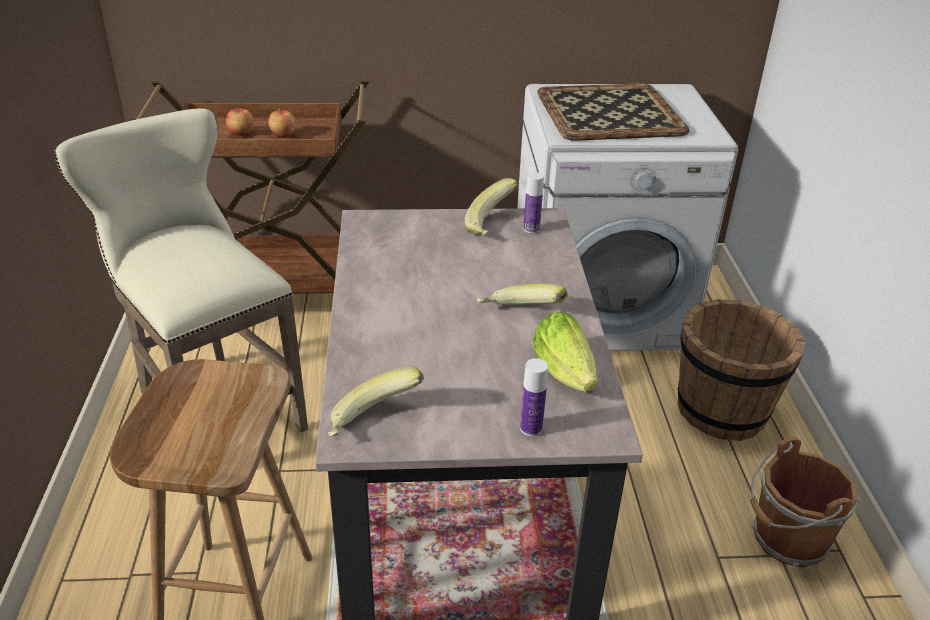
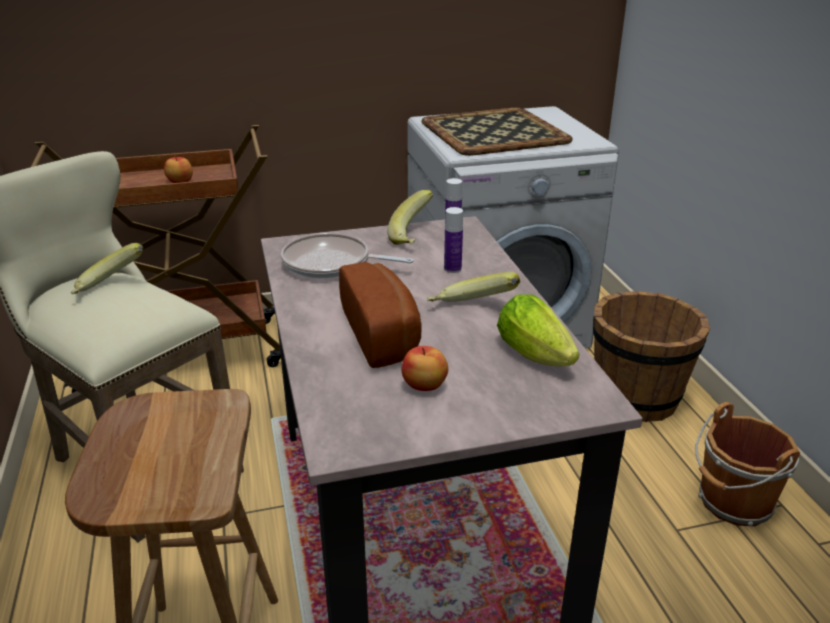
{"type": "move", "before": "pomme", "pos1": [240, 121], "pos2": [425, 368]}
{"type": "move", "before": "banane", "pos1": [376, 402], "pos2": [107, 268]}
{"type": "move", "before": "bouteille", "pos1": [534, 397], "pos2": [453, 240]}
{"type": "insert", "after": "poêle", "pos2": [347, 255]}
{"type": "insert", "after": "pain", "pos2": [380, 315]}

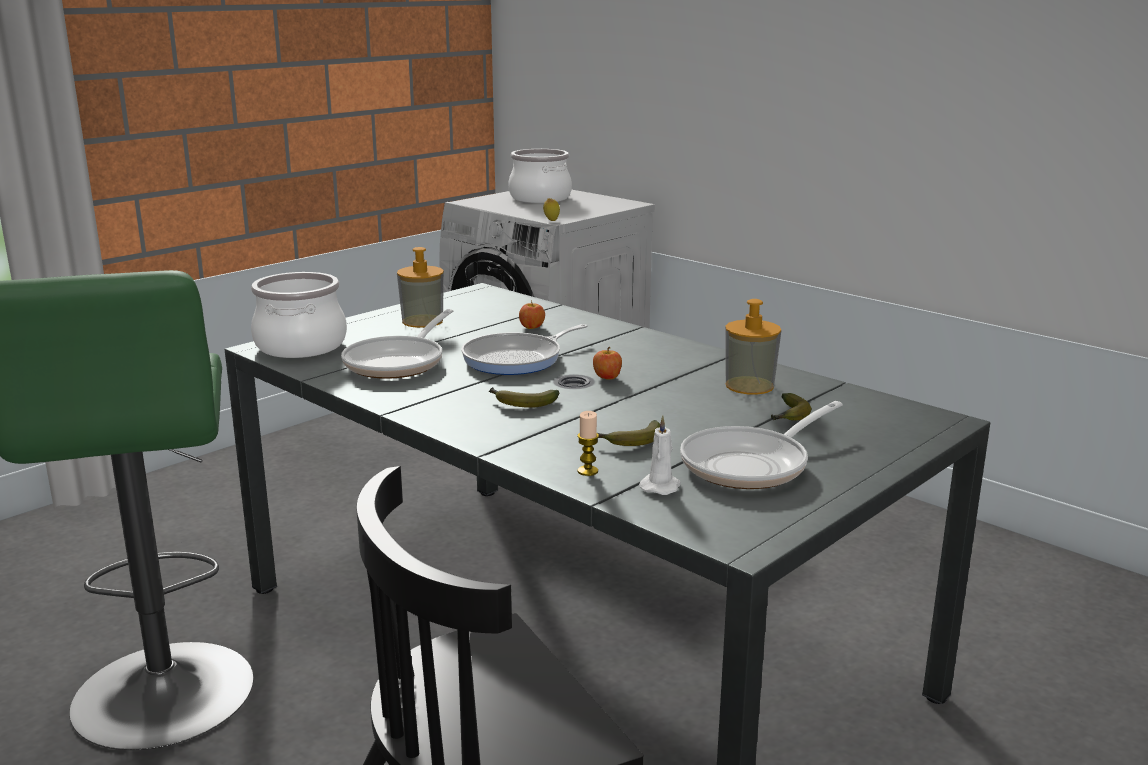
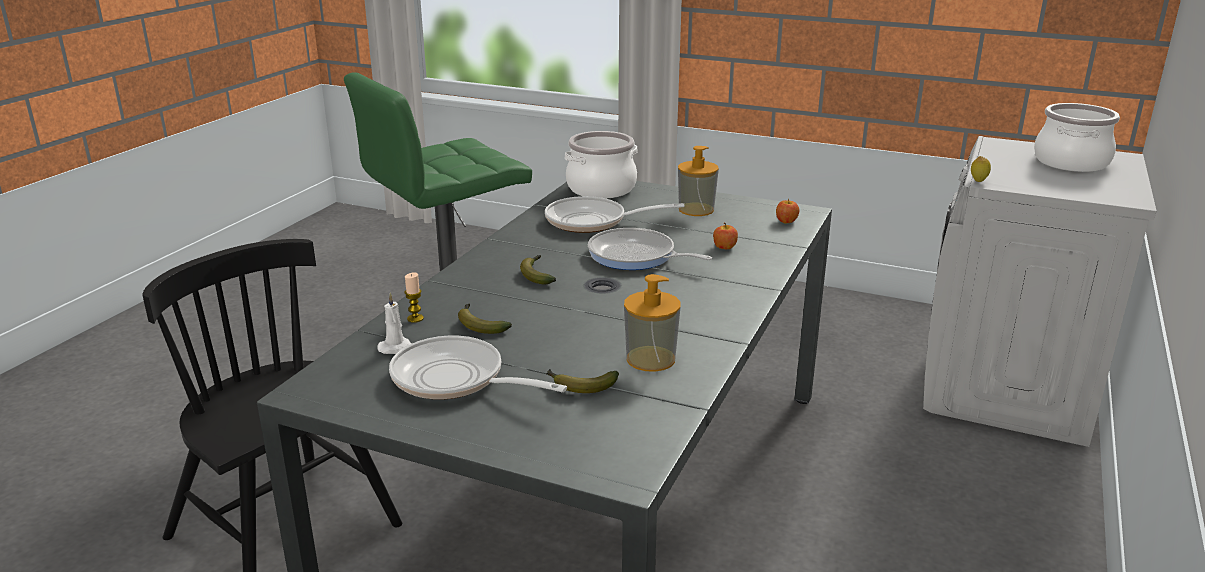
{"type": "move", "before": "pomme", "pos1": [607, 363], "pos2": [787, 210]}

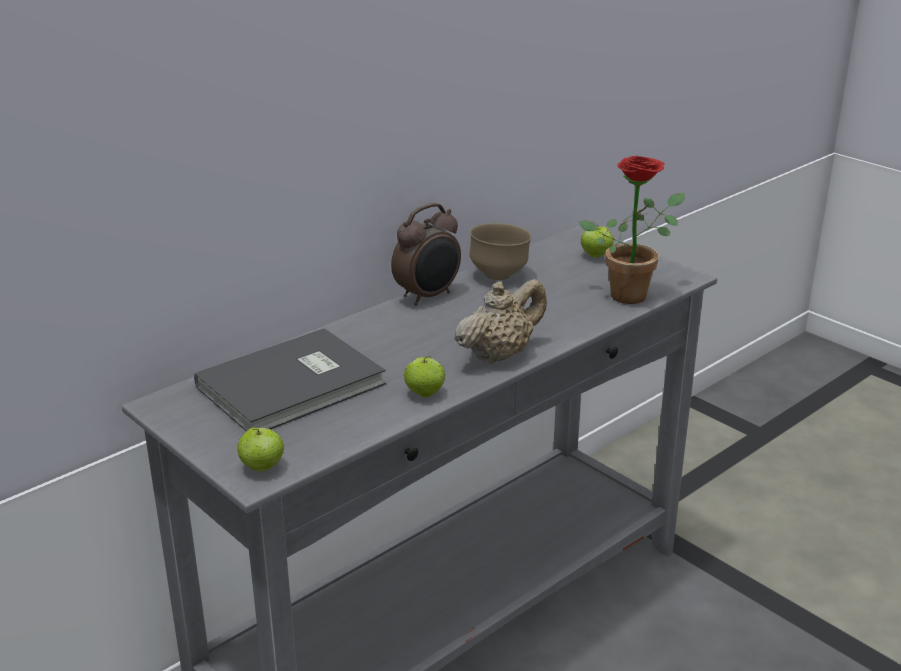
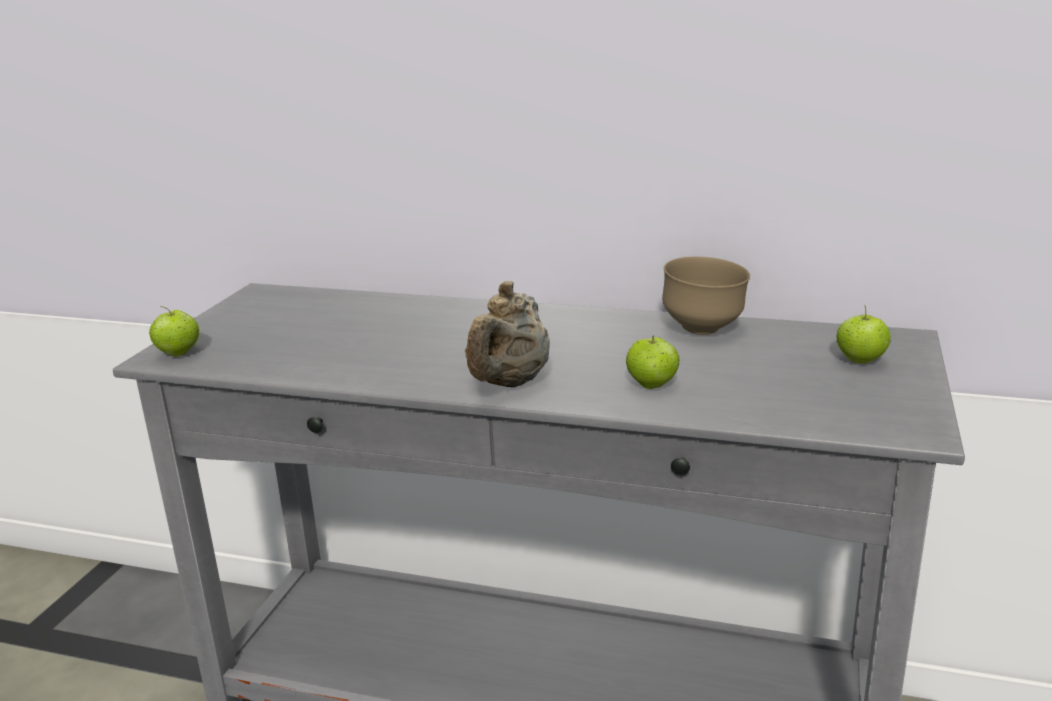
{"type": "delete", "before": "livre [gris]", "pos1": [290, 379]}
{"type": "delete", "before": "réveil", "pos1": [426, 254]}
{"type": "move", "before": "pomme", "pos1": [424, 376], "pos2": [653, 362]}
{"type": "rotate", "before": "théière [beige]", "pos1": [501, 321], "pos2": [507, 334], "turn": 90}
{"type": "delete", "before": "plante en pot", "pos1": [632, 230]}

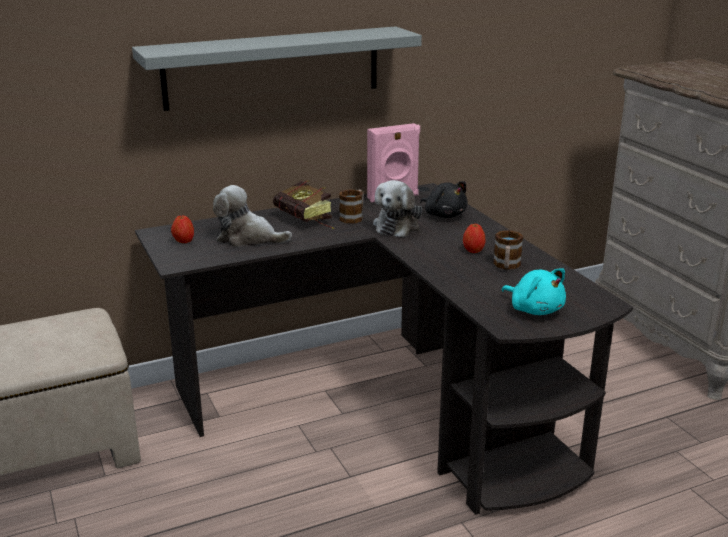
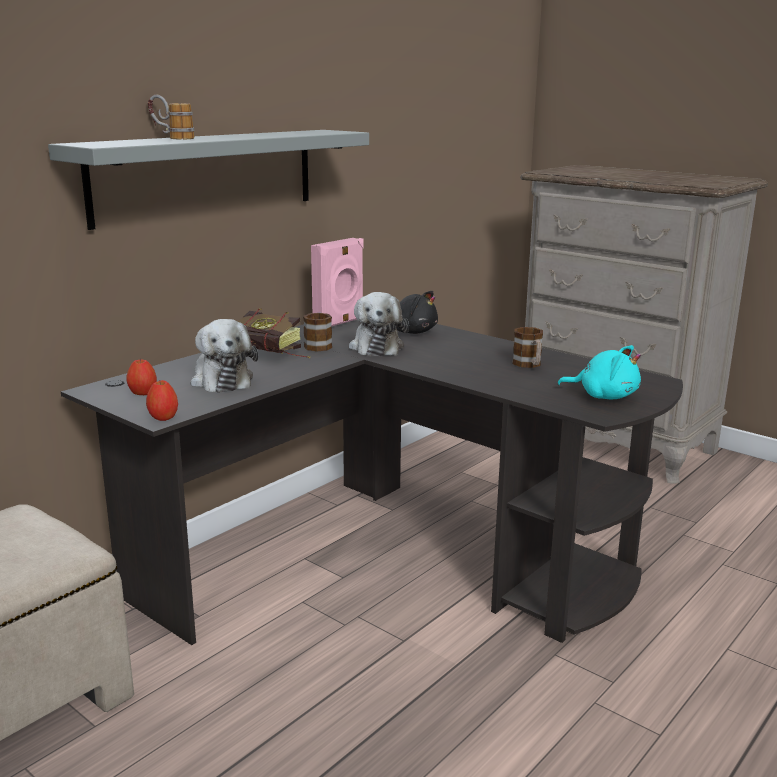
{"type": "rotate", "before": "peluche", "pos1": [252, 216], "pos2": [224, 356], "turn": -105}
{"type": "move", "before": "pomme", "pos1": [474, 238], "pos2": [162, 400]}
{"type": "insert", "after": "mug", "pos2": [171, 117]}

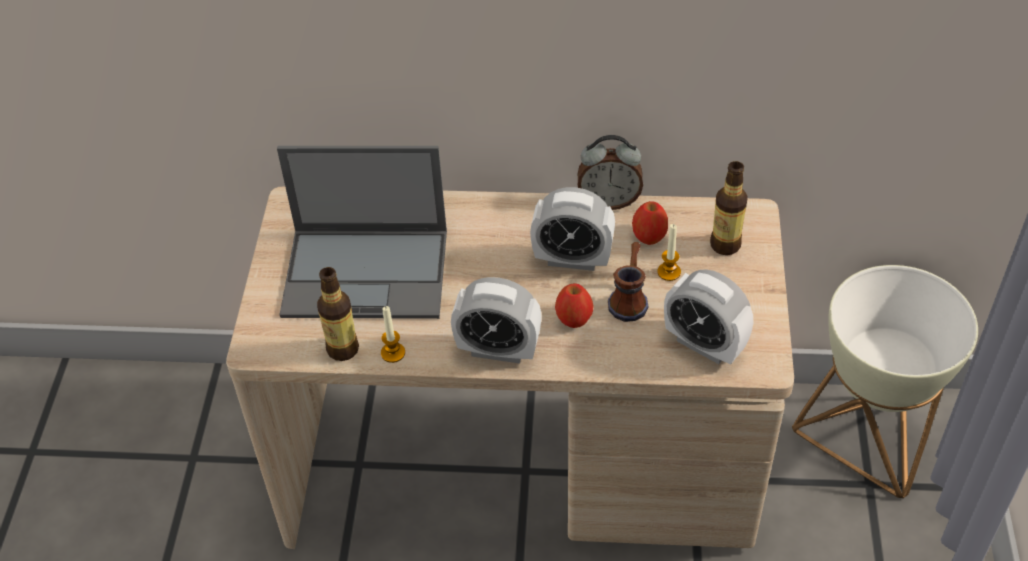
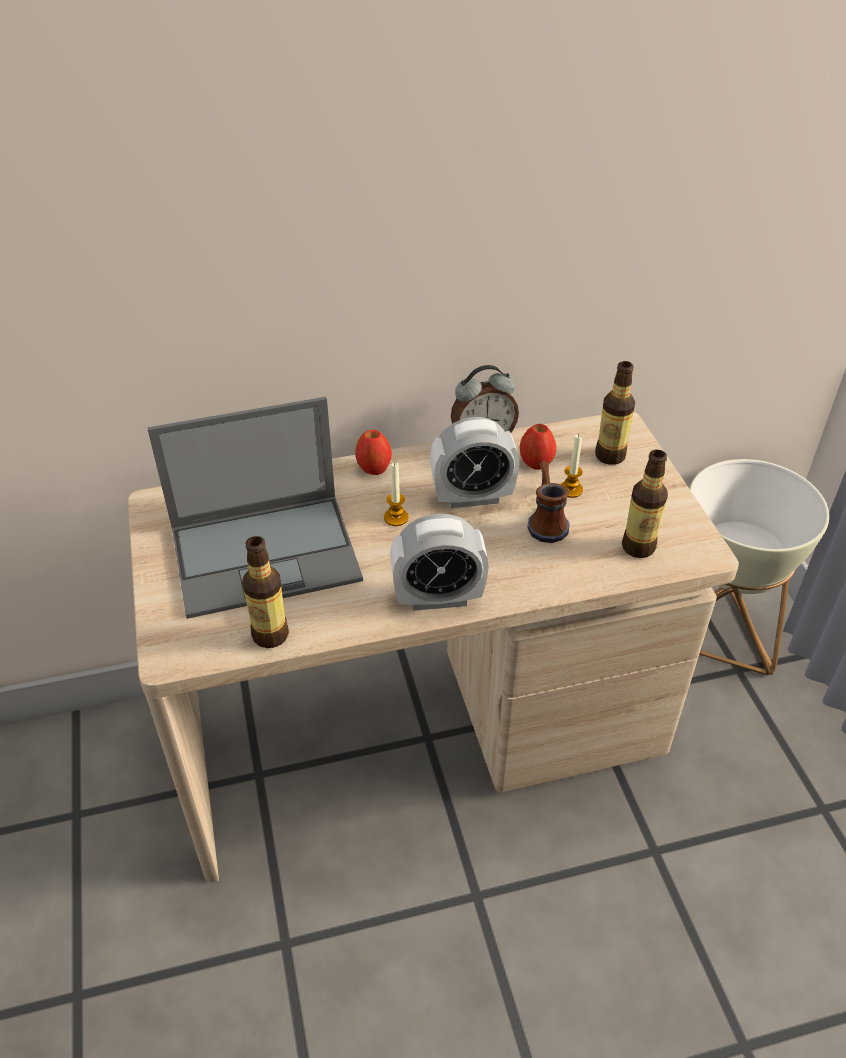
{"type": "move", "before": "bougie", "pos1": [393, 334], "pos2": [396, 494]}
{"type": "move", "before": "pomme", "pos1": [574, 305], "pos2": [373, 452]}
{"type": "replace", "before": "réveil", "after": "bouteille", "pos1": [708, 316], "pos2": [645, 504]}

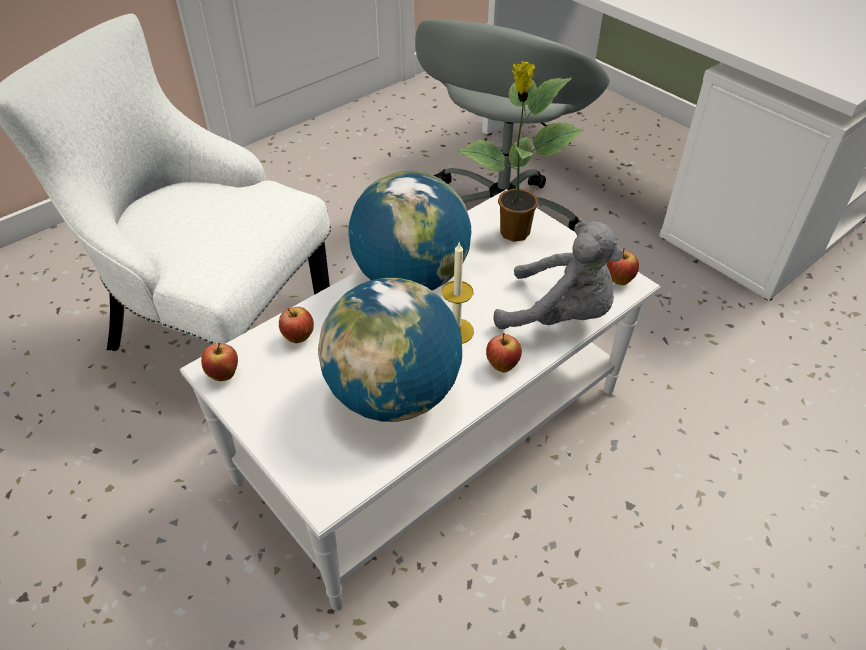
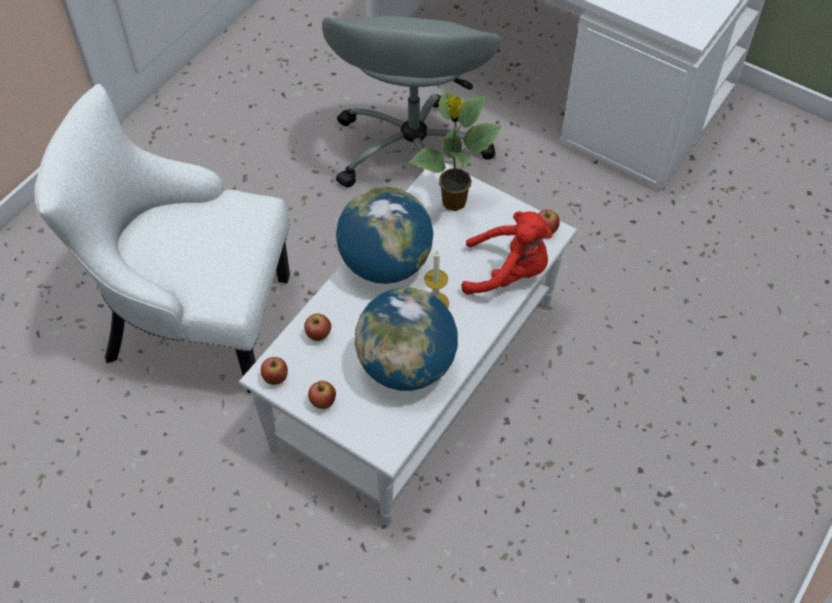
{"type": "move", "before": "pomme", "pos1": [504, 352], "pos2": [322, 395]}
{"type": "recolor", "before": "peluche [gris]", "after": "peluche [rouge]", "pos1": [559, 275], "pos2": [507, 253]}

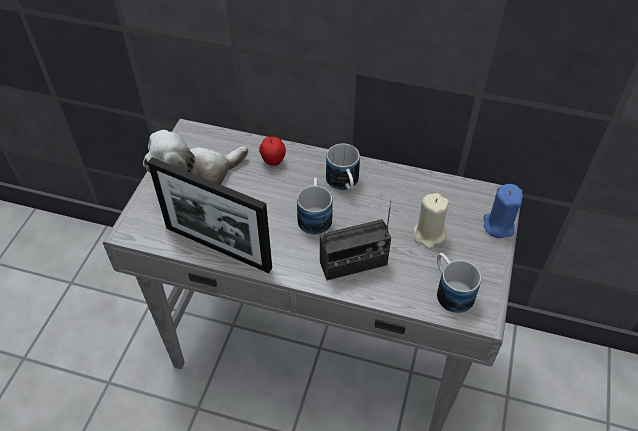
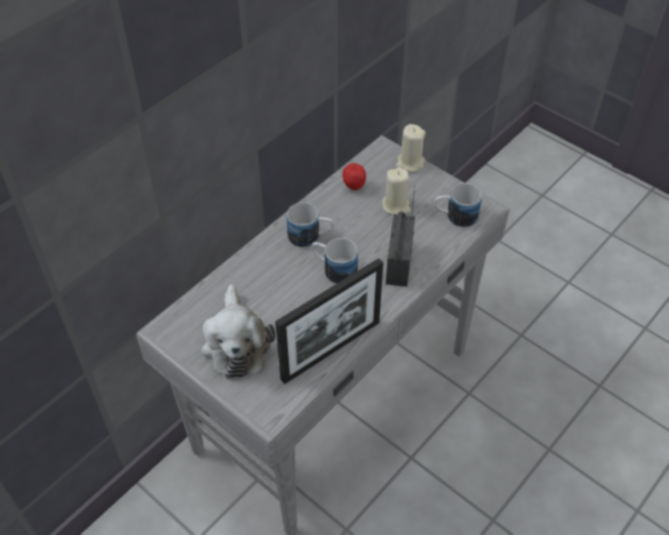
{"type": "move", "before": "pomme", "pos1": [272, 151], "pos2": [354, 176]}
{"type": "recolor", "before": "bougie [bleu]", "after": "bougie [beige]", "pos1": [503, 211], "pos2": [411, 148]}

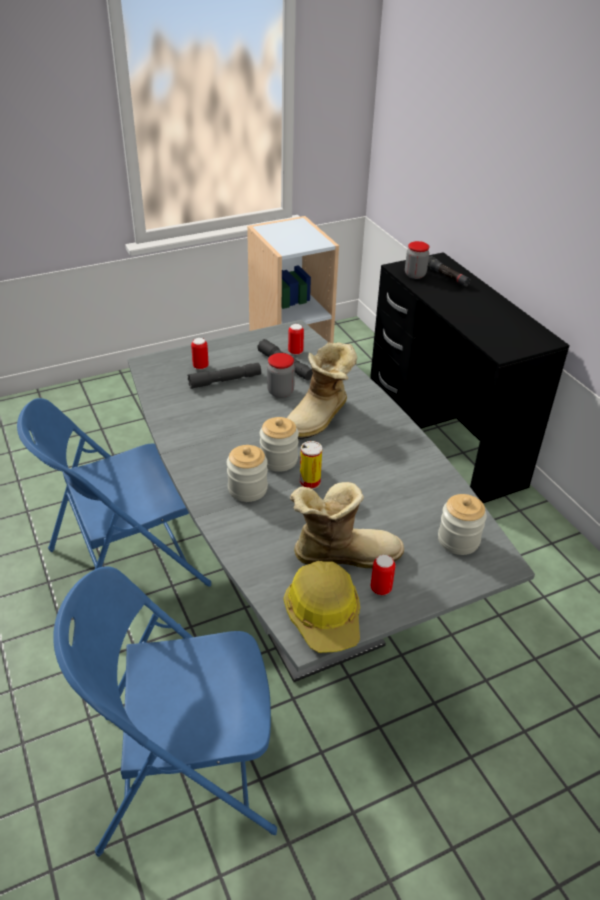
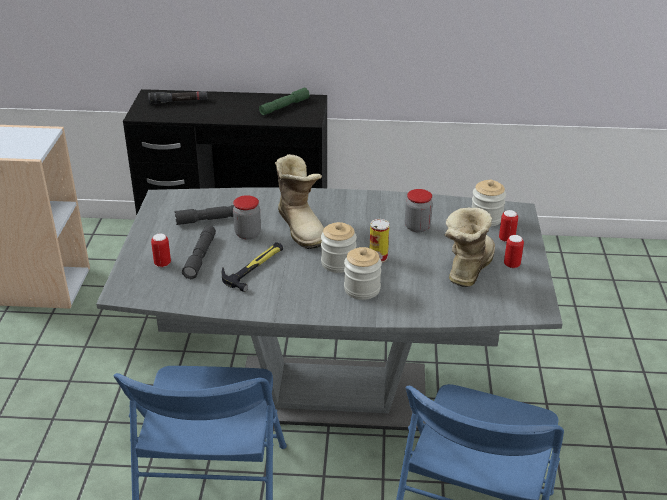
{"type": "delete", "before": "casque de chantier", "pos1": [322, 607]}
{"type": "move", "before": "boîte métallique", "pos1": [296, 339], "pos2": [508, 226]}
{"type": "move", "before": "bocal", "pos1": [417, 260], "pos2": [419, 210]}
{"type": "insert", "after": "marteau", "pos2": [252, 267]}
{"type": "insert", "after": "lampe de poche [vert]", "pos2": [284, 101]}

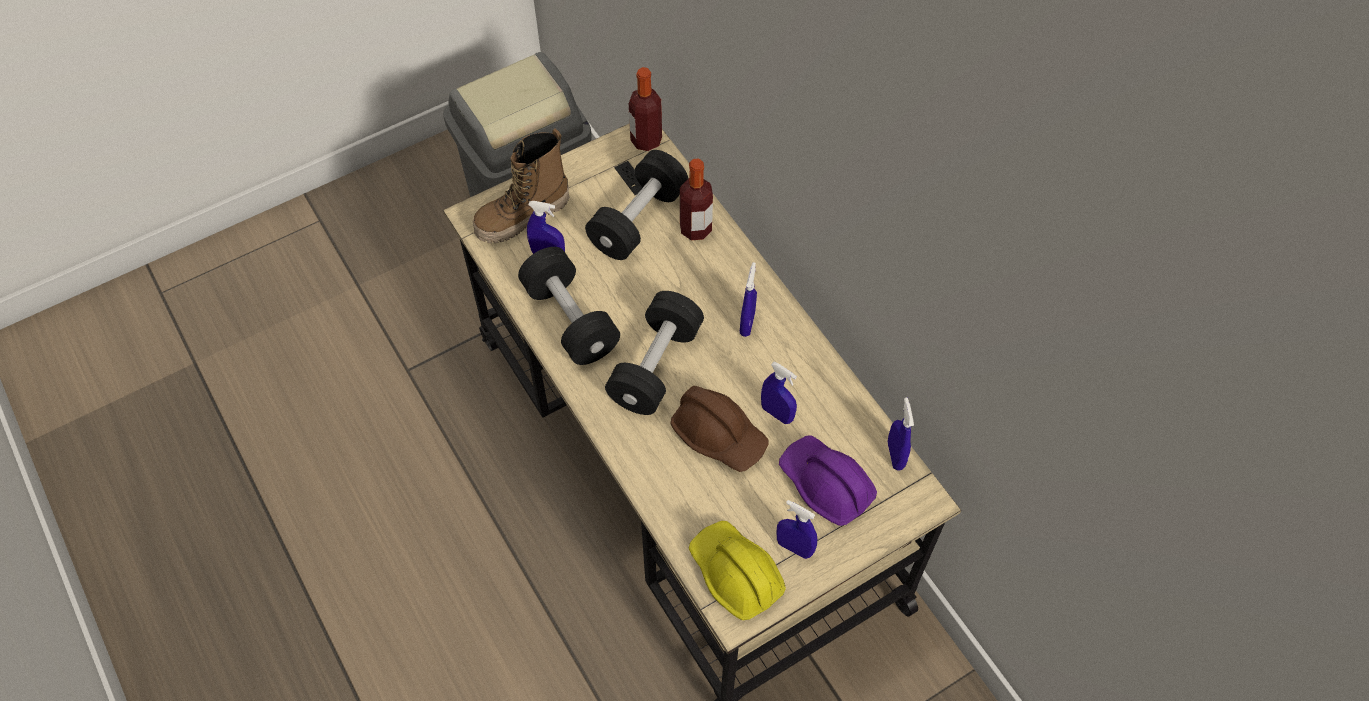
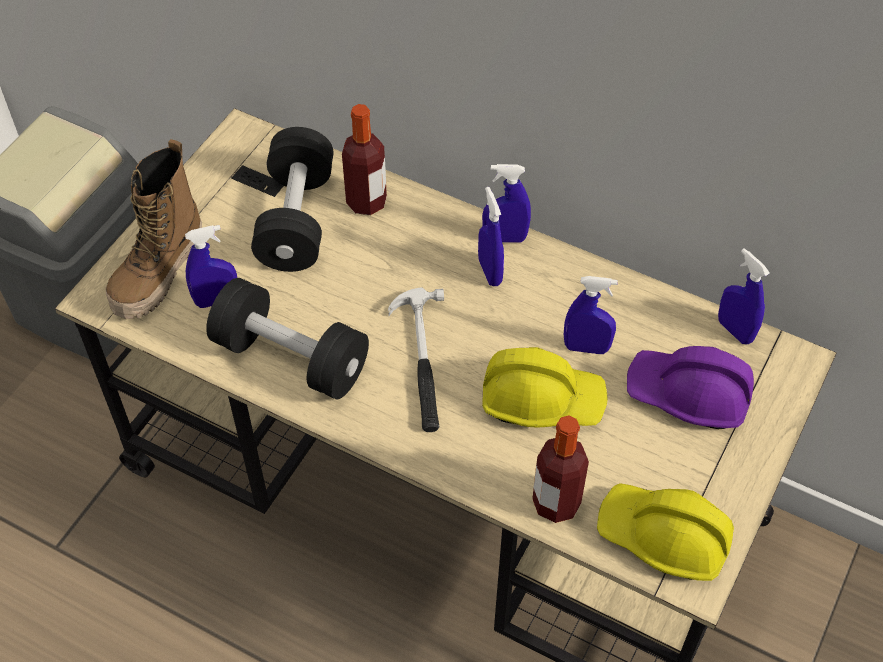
{"type": "replace", "before": "haltère [noir]", "after": "marteau", "pos1": [654, 353], "pos2": [416, 359]}
{"type": "move", "before": "bouteille", "pos1": [645, 109], "pos2": [560, 469]}
{"type": "recolor", "before": "casque de chantier [marron]", "after": "casque de chantier [jaune]", "pos1": [719, 429], "pos2": [545, 387]}
{"type": "move", "before": "vaporisateur [bleu]", "pos1": [797, 529], "pos2": [506, 203]}

